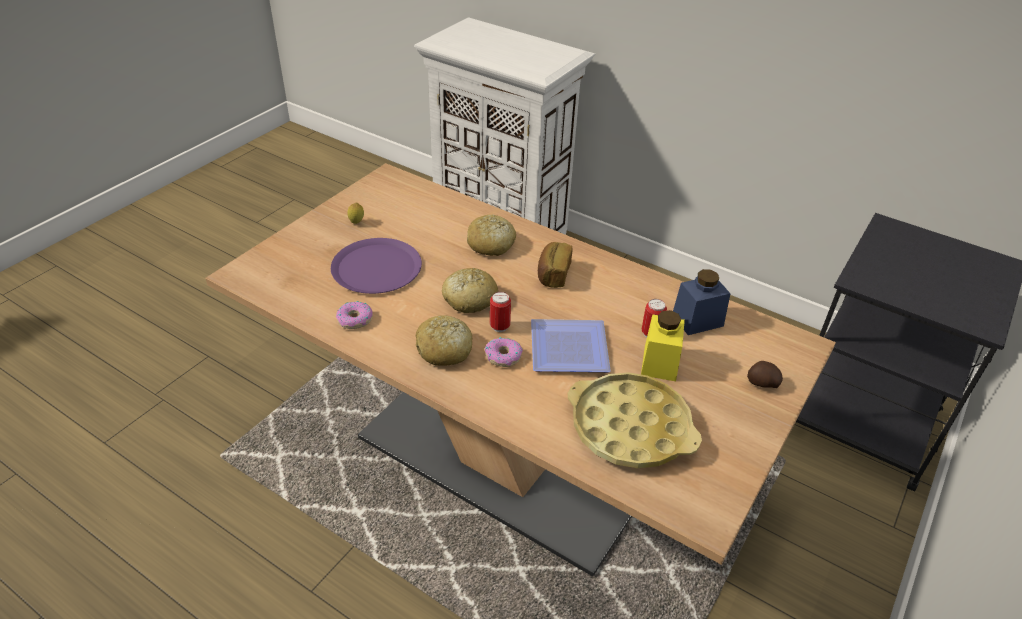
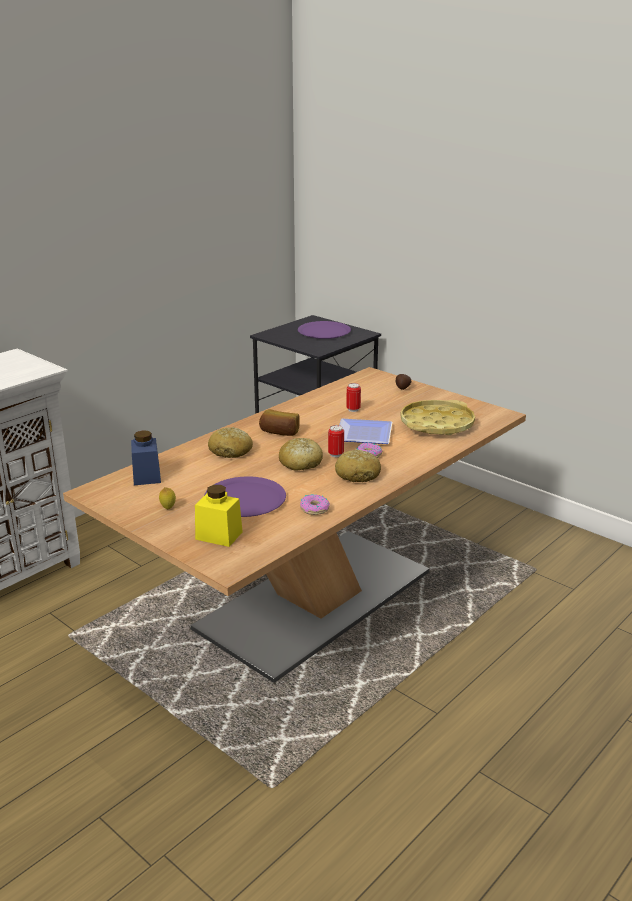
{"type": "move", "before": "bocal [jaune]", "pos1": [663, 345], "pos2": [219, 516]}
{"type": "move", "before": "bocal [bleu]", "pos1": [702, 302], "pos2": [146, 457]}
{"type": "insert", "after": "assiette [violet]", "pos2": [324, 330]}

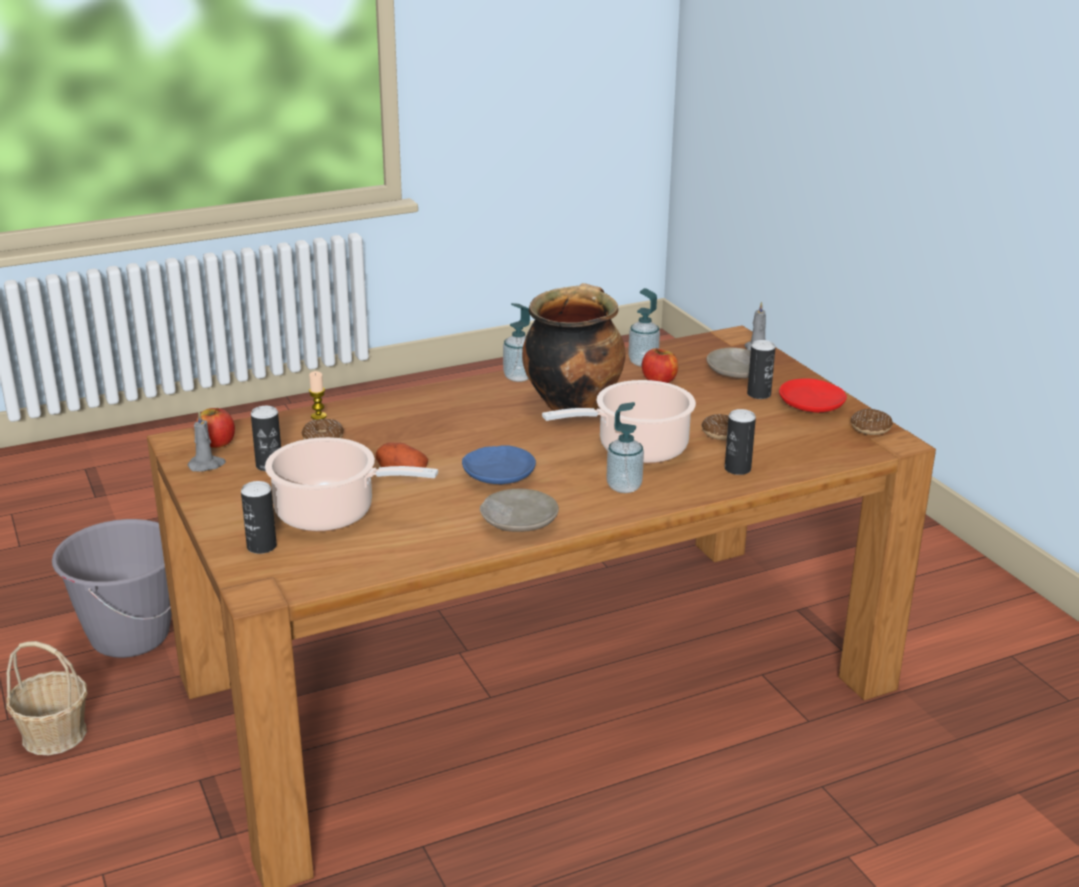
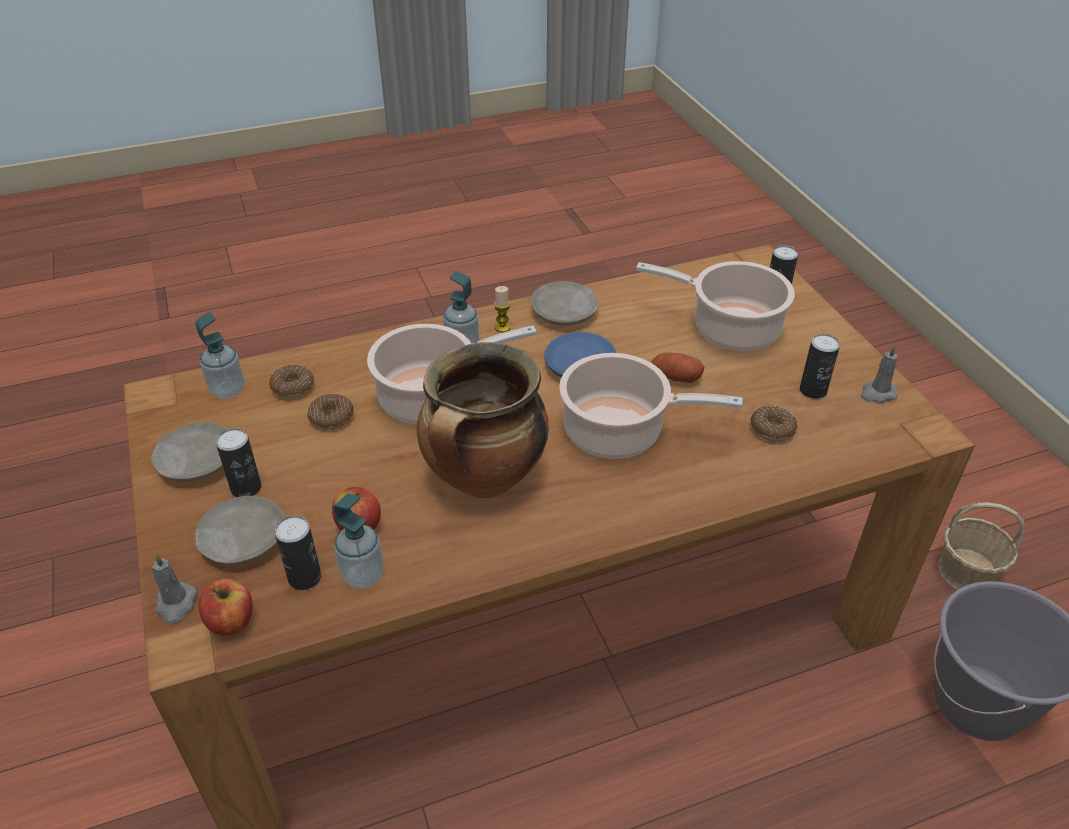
{"type": "move", "before": "pomme", "pos1": [215, 428], "pos2": [226, 607]}
{"type": "move", "before": "bougie", "pos1": [318, 395], "pos2": [502, 309]}
{"type": "move", "before": "distributeur de savon", "pos1": [516, 342], "pos2": [220, 355]}
{"type": "move", "before": "boîte métallique", "pos1": [740, 442], "pos2": [298, 553]}
{"type": "recolor", "before": "assiette [rouge]", "after": "assiette [beige]", "pos1": [813, 395], "pos2": [189, 452]}
{"type": "move", "before": "beignet", "pos1": [872, 421], "pos2": [291, 382]}
{"type": "insert", "after": "marmite", "pos2": [651, 406]}

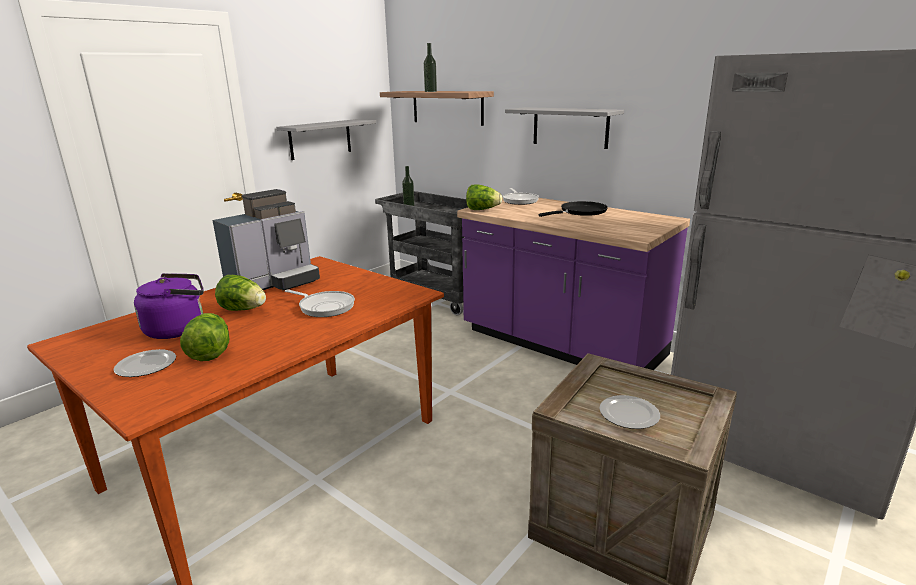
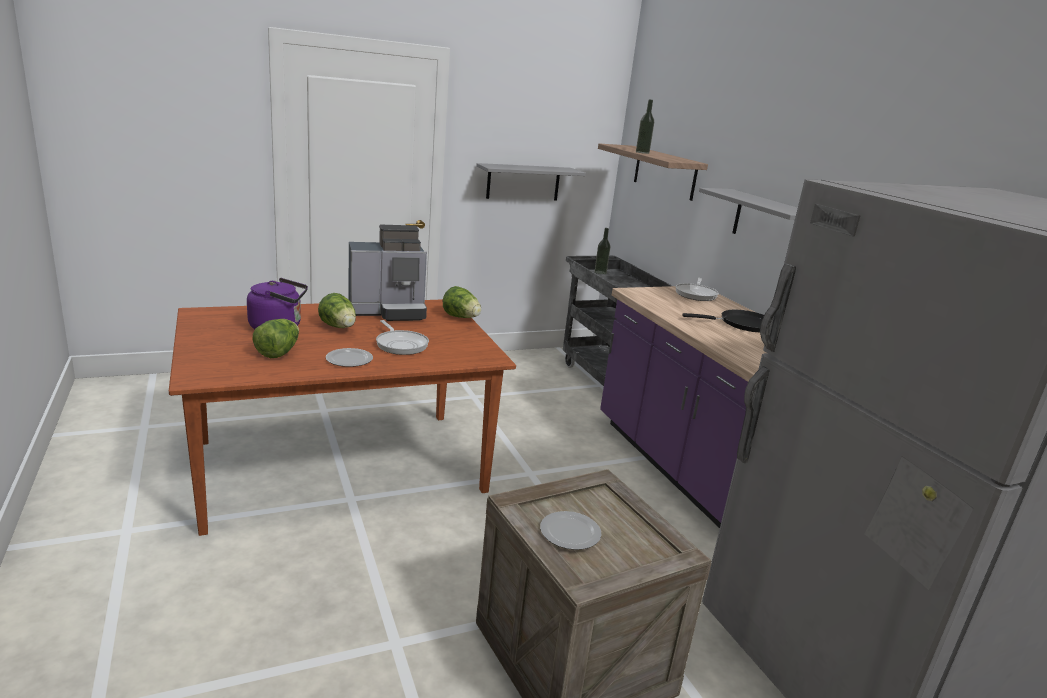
{"type": "move", "before": "assiette", "pos1": [144, 363], "pos2": [349, 357]}
{"type": "move", "before": "laitue", "pos1": [484, 197], "pos2": [462, 302]}

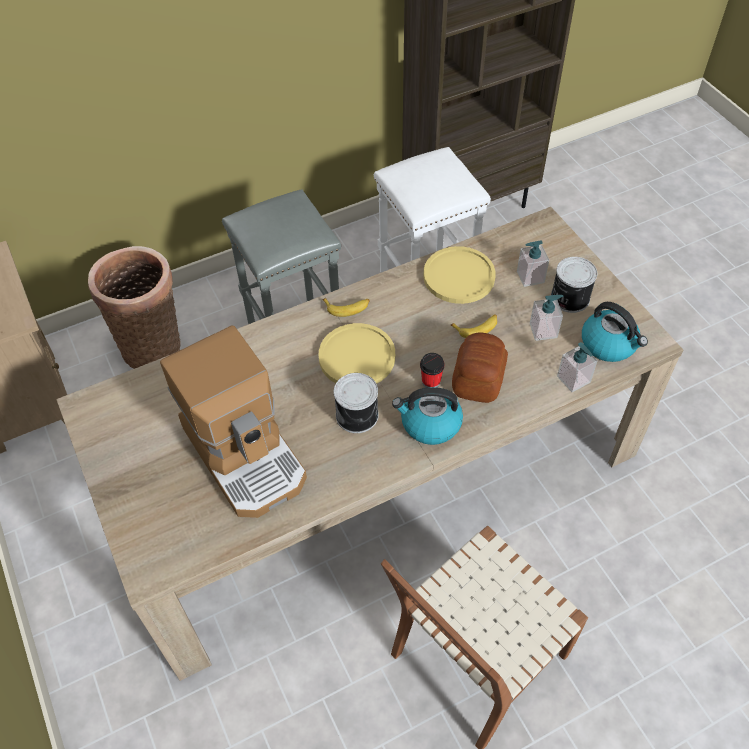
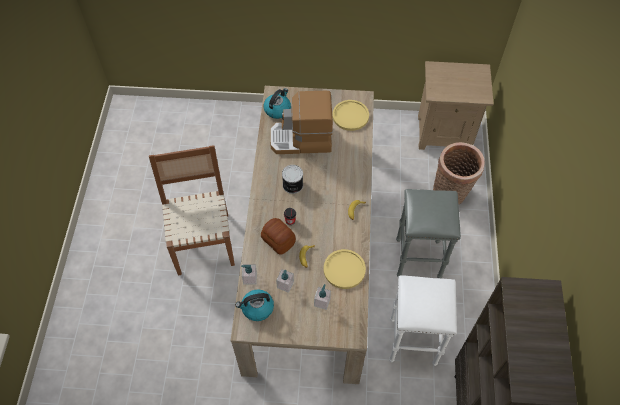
{"type": "move", "before": "assiette [jaune]", "pos1": [356, 353], "pos2": [350, 115]}
{"type": "move", "before": "bouilloire", "pos1": [427, 416], "pos2": [277, 103]}
{"type": "delete", "before": "boîte métallique", "pos1": [574, 285]}

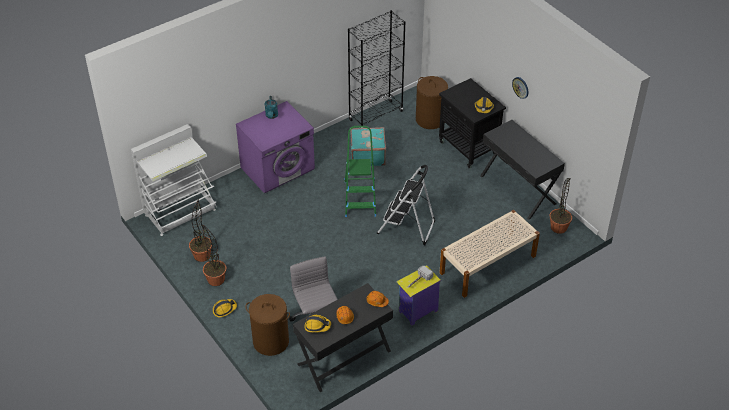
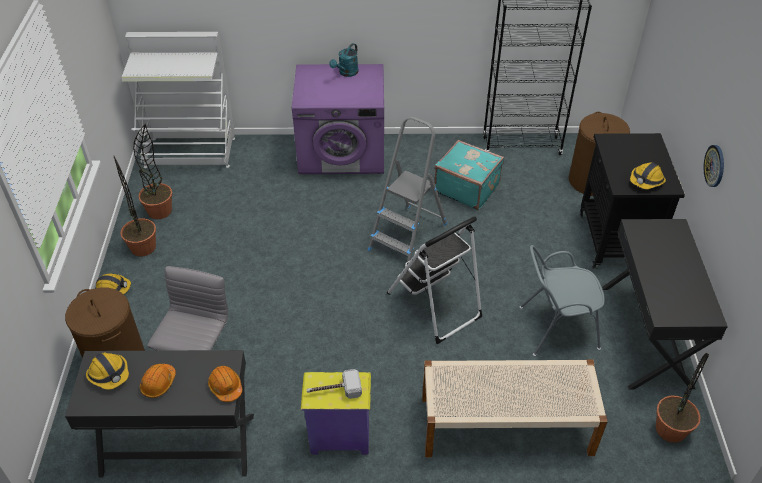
{"type": "recolor", "before": "escabeau [vert]", "after": "escabeau [gris]", "pos1": [360, 171], "pos2": [407, 189]}
{"type": "insert", "after": "chaise [gris]", "pos2": [562, 300]}

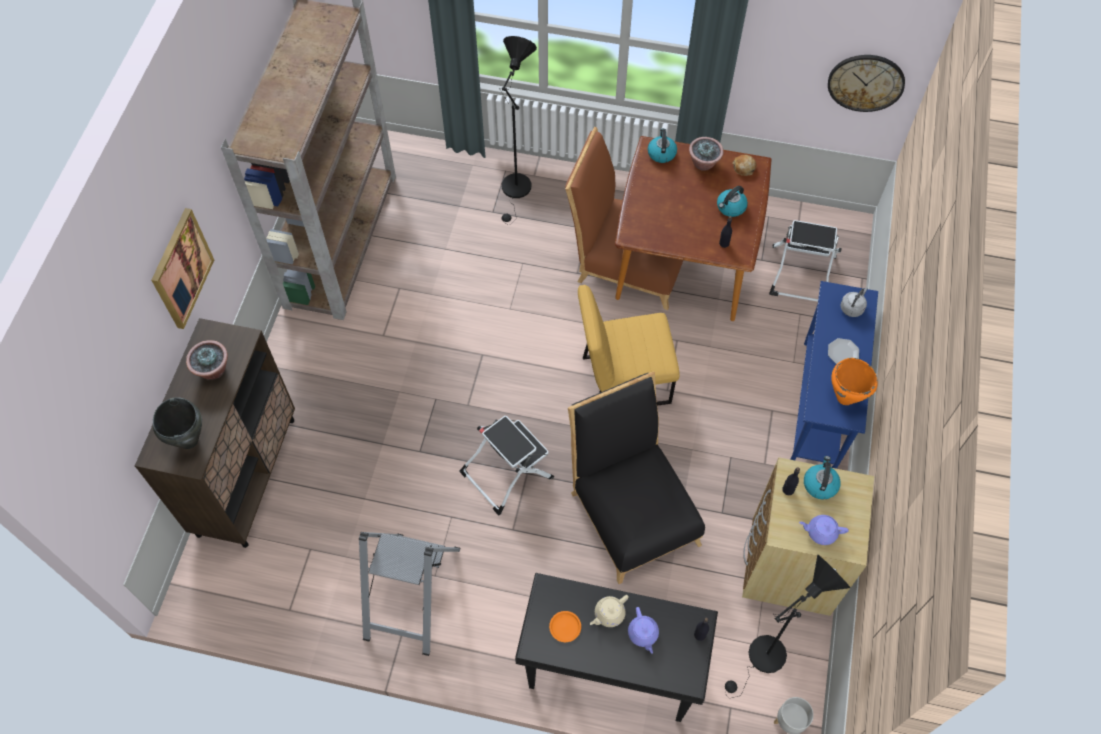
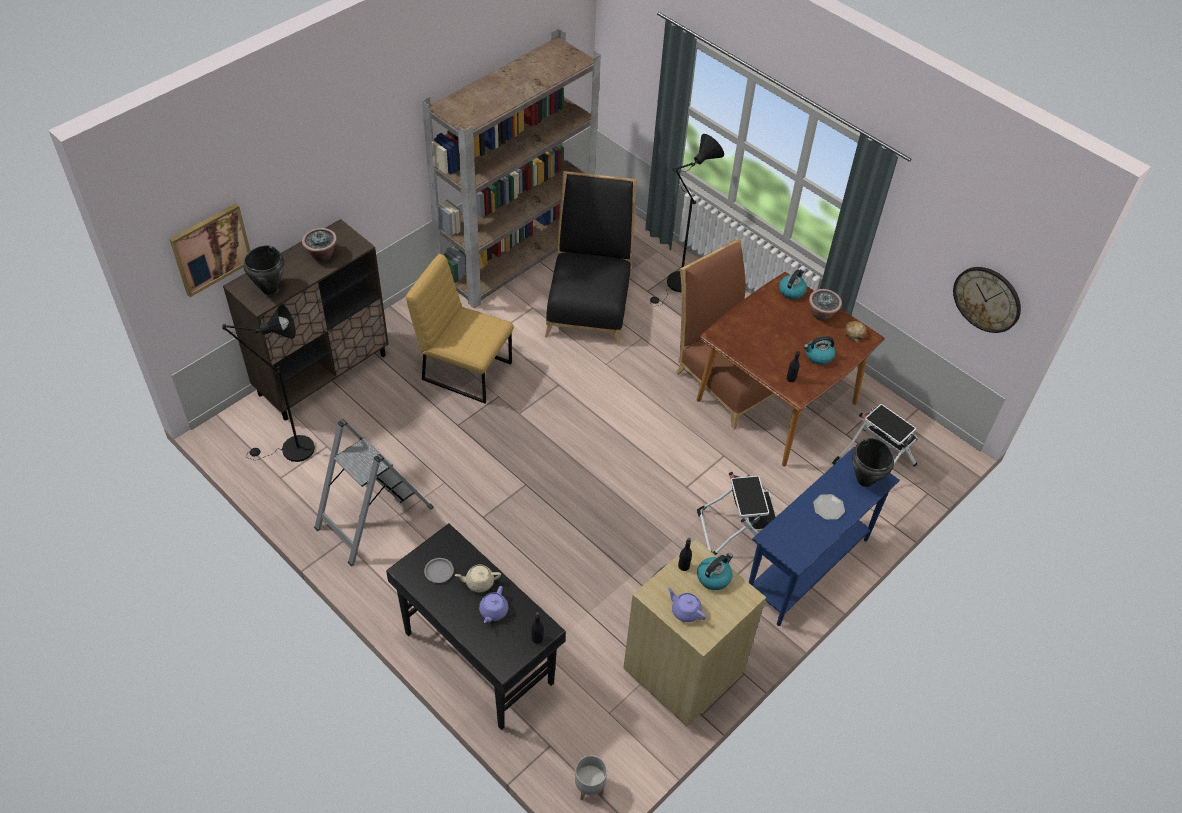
{"type": "move", "before": "tableau", "pos1": [182, 268], "pos2": [209, 250]}
{"type": "move", "before": "escabeau", "pos1": [506, 465], "pos2": [737, 513]}
{"type": "recolor", "before": "assiette [orange]", "after": "assiette [gris]", "pos1": [565, 626], "pos2": [439, 570]}
{"type": "move", "before": "chaise [noir]", "pos1": [636, 477], "pos2": [591, 258]}
{"type": "move", "before": "chaise [jaune]", "pos1": [629, 345], "pos2": [460, 328]}
{"type": "move", "before": "lampadaire [noir]", "pos1": [787, 626], "pos2": [268, 383]}
{"type": "delete", "before": "marmite [orange]", "pos1": [854, 381]}
{"type": "replace", "before": "bouilloire [gris]", "after": "marmite [noir]", "pos1": [854, 302], "pos2": [873, 462]}

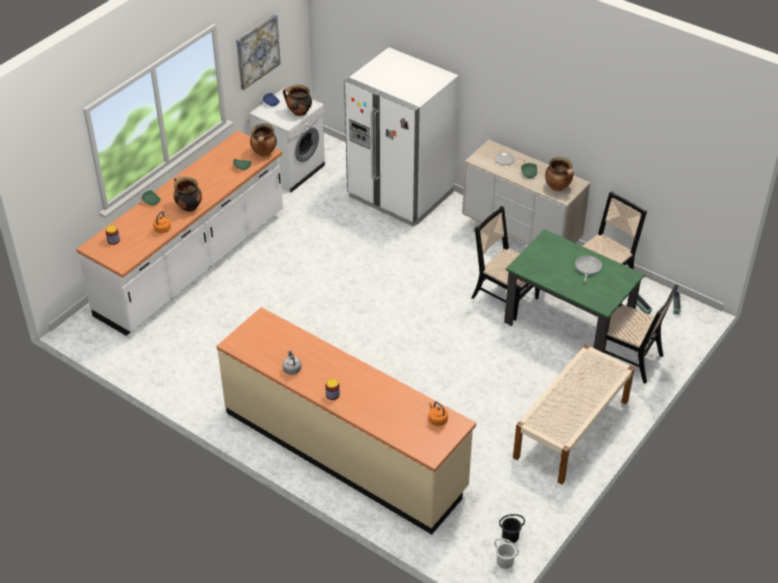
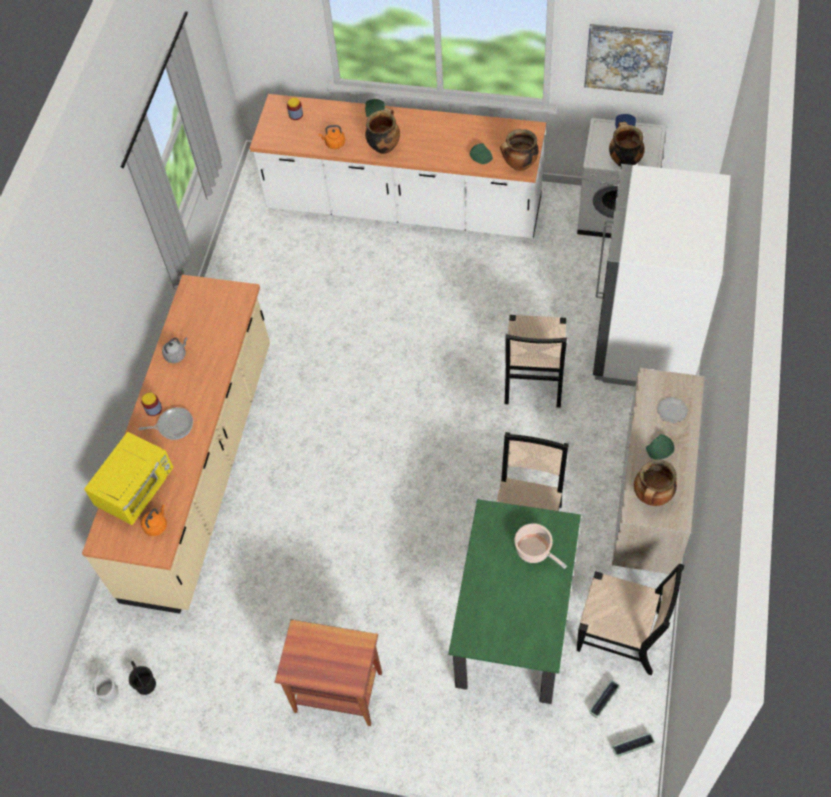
{"type": "replace", "before": "banc [beige]", "after": "table de chevet", "pos1": [574, 414], "pos2": [328, 672]}
{"type": "move", "before": "poêle", "pos1": [588, 268], "pos2": [165, 423]}
{"type": "move", "before": "chaise", "pos1": [642, 334], "pos2": [536, 361]}
{"type": "insert", "after": "micro-ondes [jaune]", "pos2": [128, 478]}
{"type": "insert", "after": "marmite", "pos2": [541, 546]}

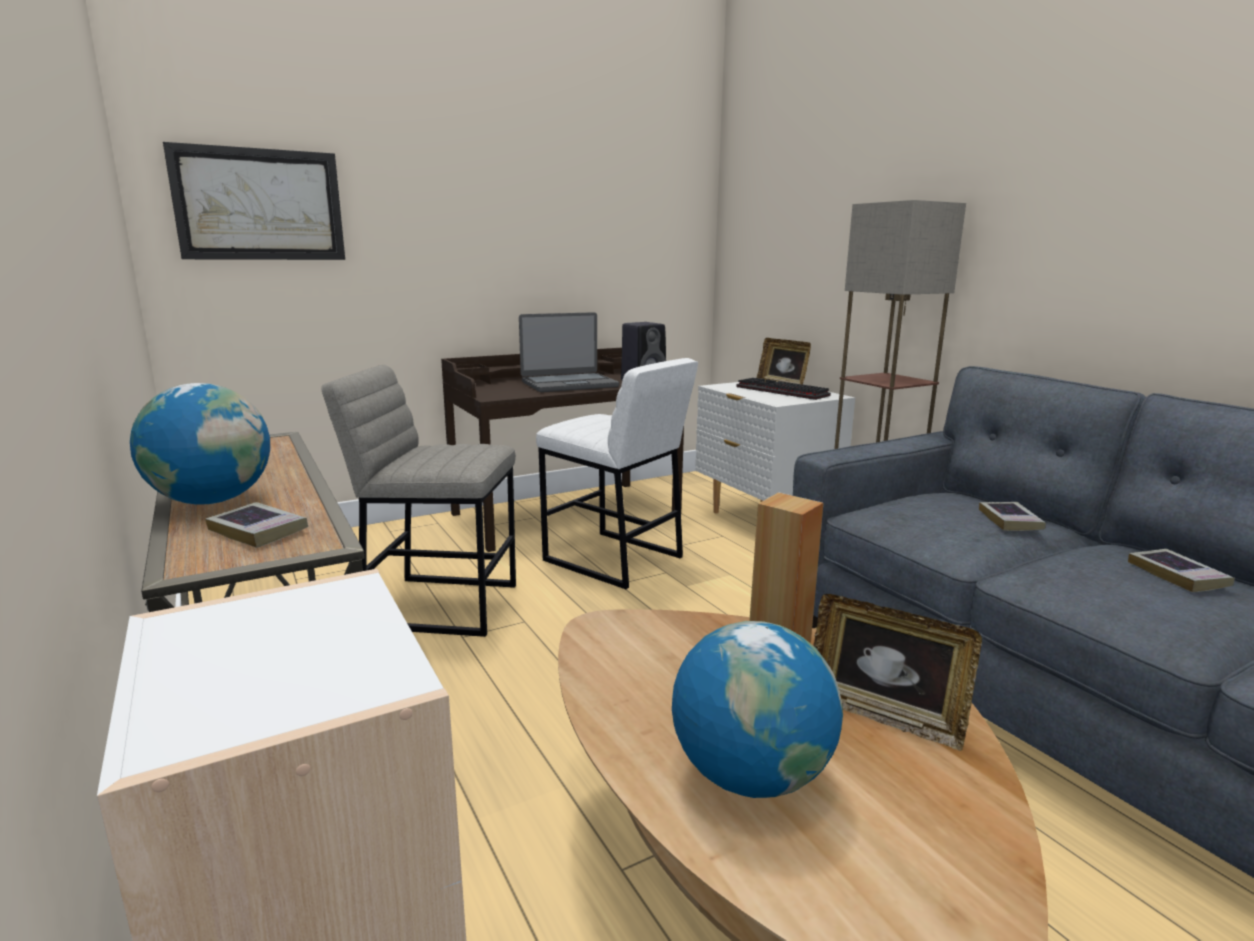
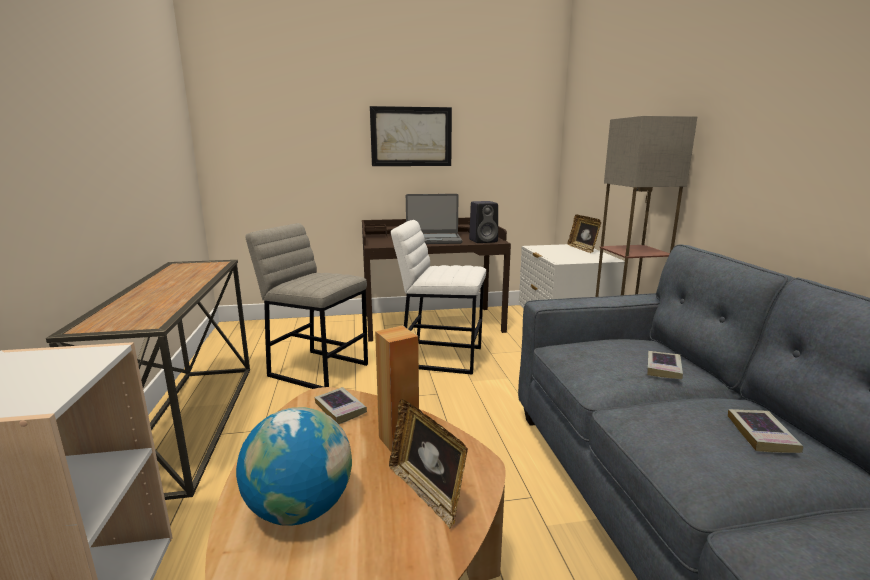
{"type": "delete", "before": "globe", "pos1": [200, 444]}
{"type": "move", "before": "tableau", "pos1": [254, 201], "pos2": [411, 136]}
{"type": "move", "before": "livre", "pos1": [256, 525], "pos2": [340, 405]}
{"type": "rotate", "before": "chaise [blanc]", "pos1": [617, 473], "pos2": [438, 297], "turn": 135}
{"type": "delete", "before": "clavier", "pos1": [783, 389]}

